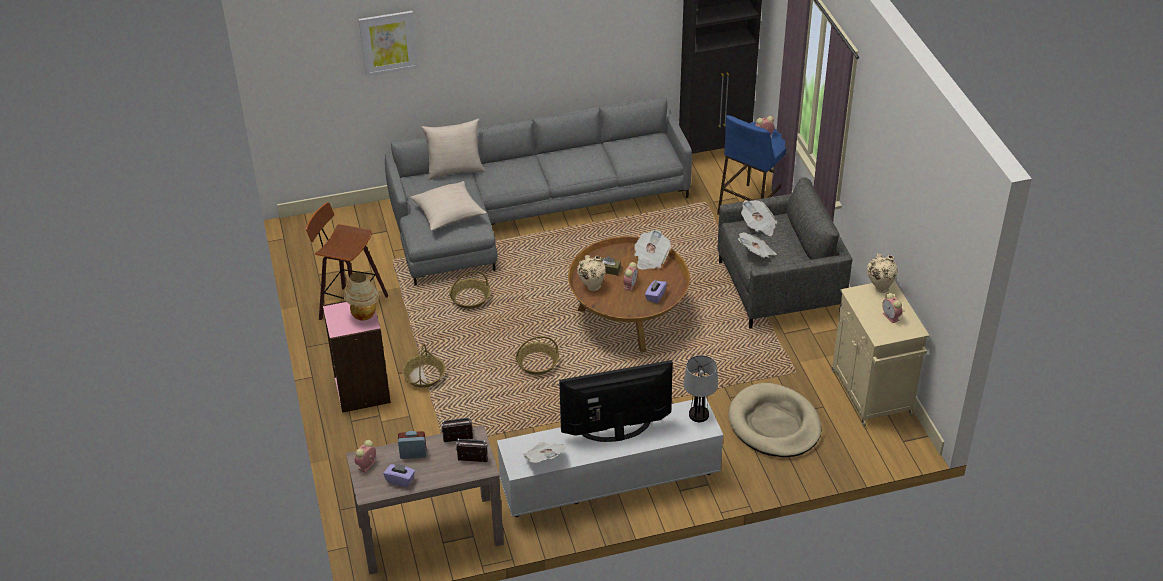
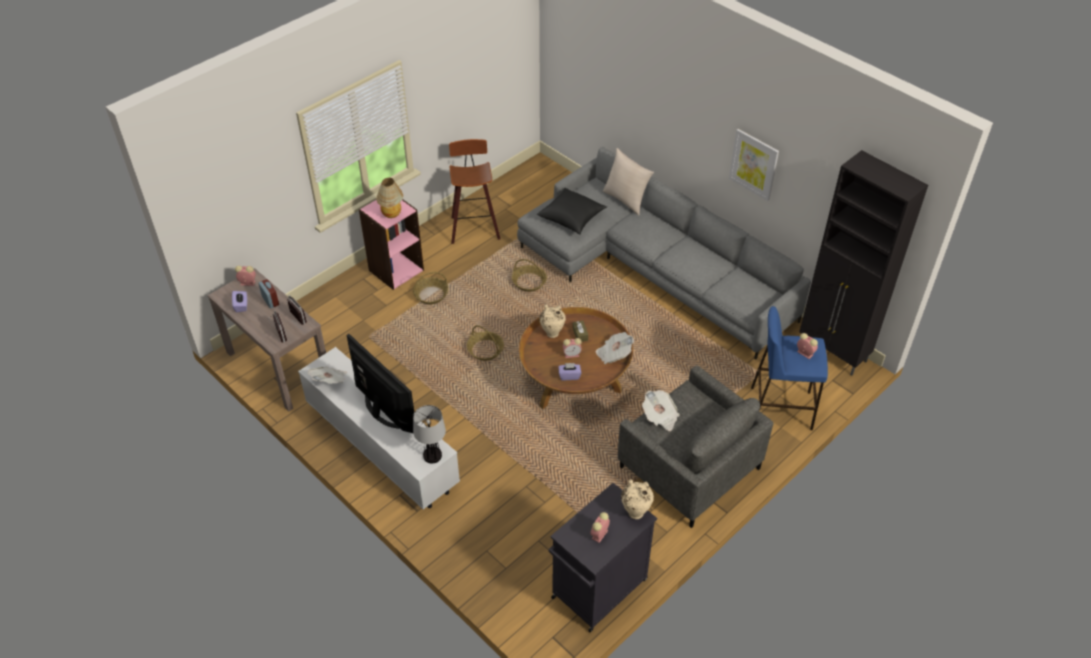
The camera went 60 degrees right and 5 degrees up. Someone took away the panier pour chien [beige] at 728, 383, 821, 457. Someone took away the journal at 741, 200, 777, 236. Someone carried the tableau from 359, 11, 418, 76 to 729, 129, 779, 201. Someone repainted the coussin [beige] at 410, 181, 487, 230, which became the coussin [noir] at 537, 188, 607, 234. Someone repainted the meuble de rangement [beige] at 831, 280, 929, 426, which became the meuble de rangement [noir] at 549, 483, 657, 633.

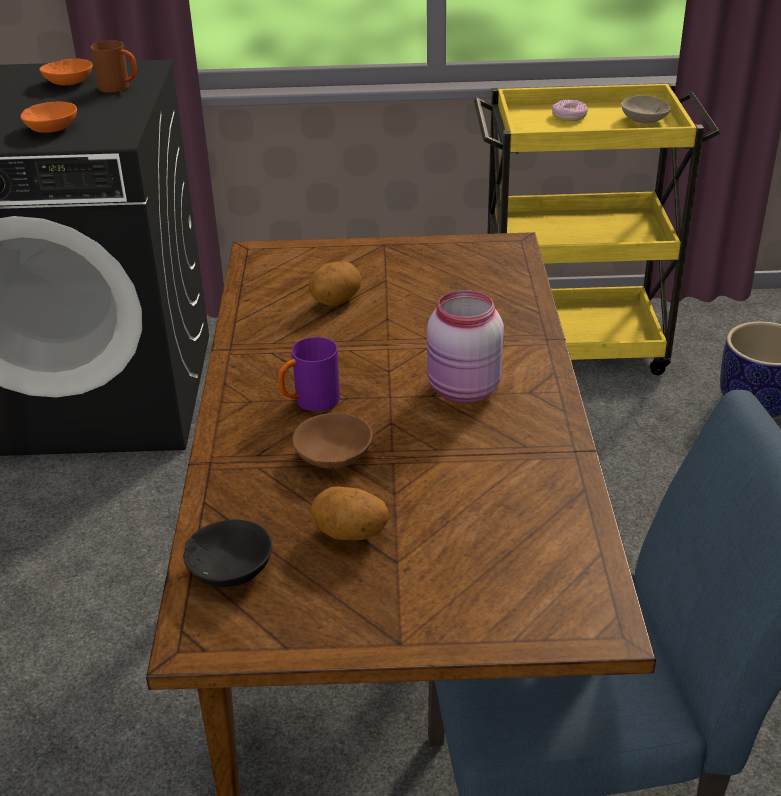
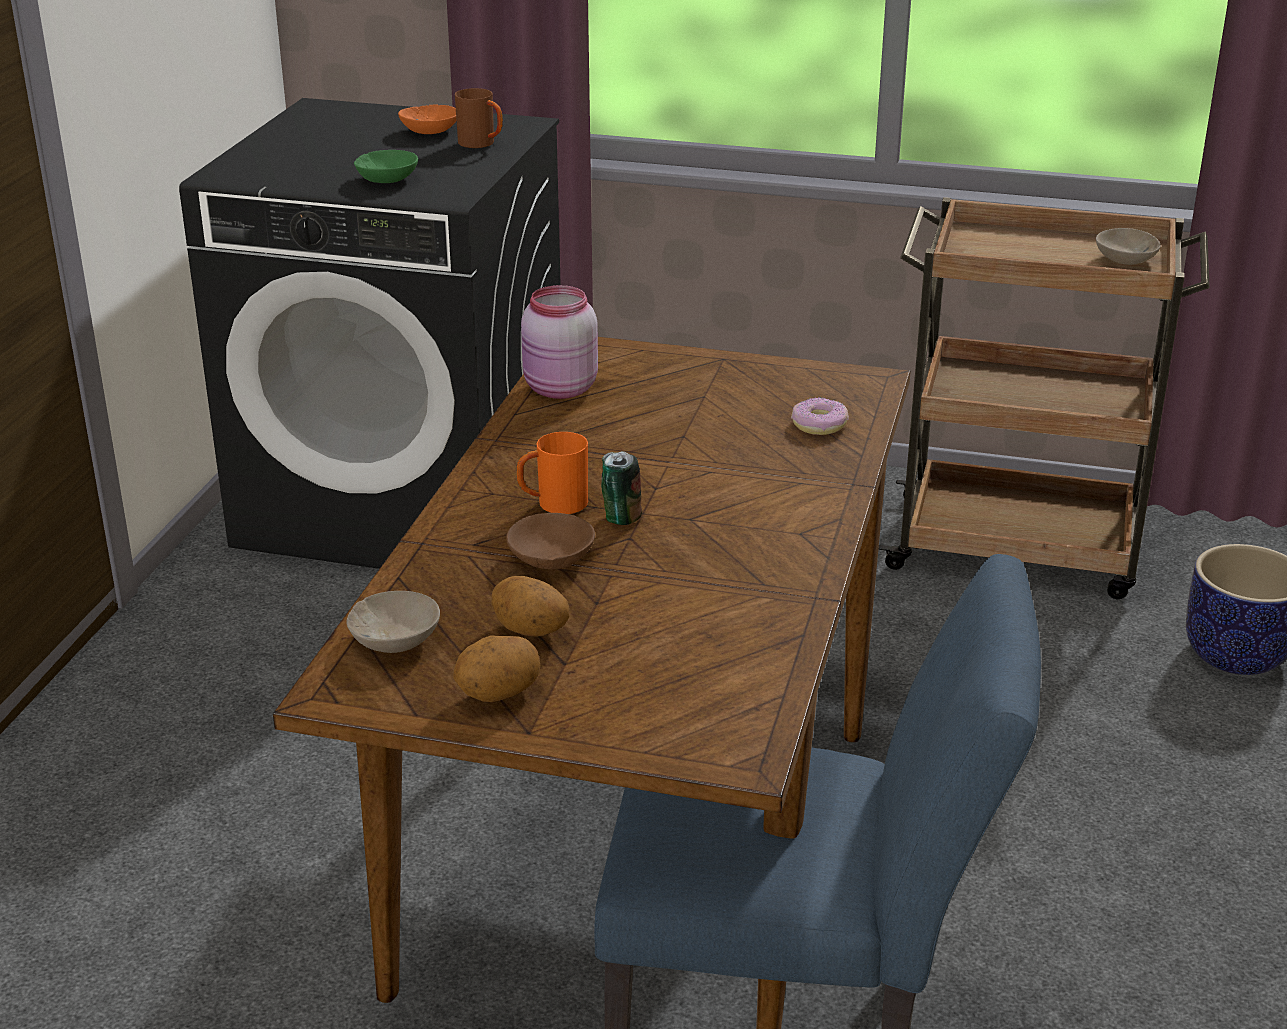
The camera went 15 degrees right and 5 degrees down. Someone put down the boîte métallique at 601, 451, 642, 525. Someone carried the pomme de terre from 309, 261, 361, 306 to 453, 635, 540, 702. Someone carried the bocal [rose] from 427, 290, 504, 403 to 521, 285, 598, 399. Someone carried the beignet from 552, 99, 588, 121 to 791, 397, 849, 435. Someone repainted the bol [orange] at 20, 102, 77, 133, which became the bol [vert] at 354, 150, 418, 183. Someone repainted the bol [noir] at 184, 520, 272, 587, which became the bol [beige] at 347, 591, 440, 653. Someone repainted the mug [violet] at 278, 337, 340, 411, which became the mug [orange] at 517, 432, 588, 514. Someone repainted the chariot [jaune] at 474, 83, 720, 375, which became the chariot [marron] at 878, 197, 1210, 599.

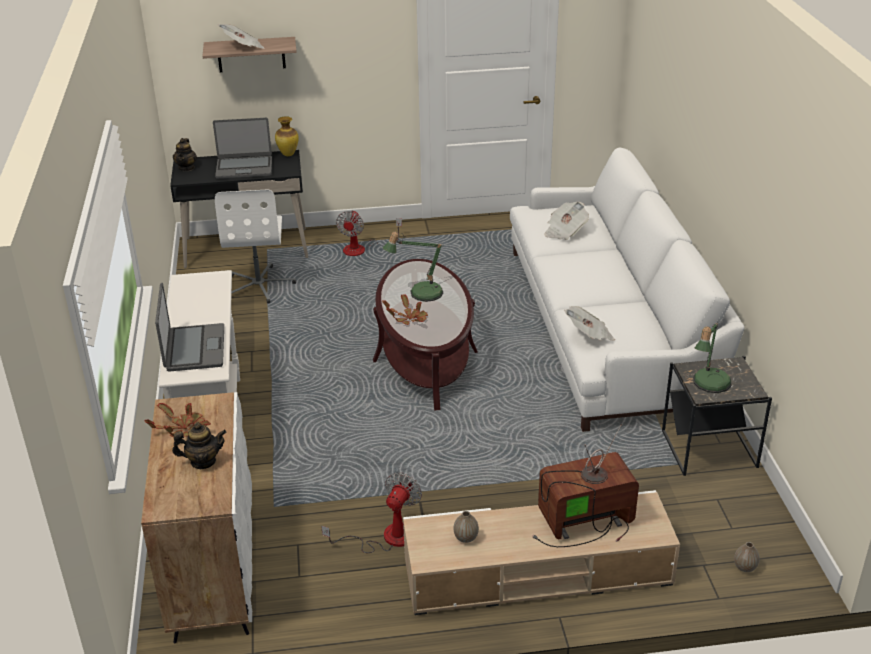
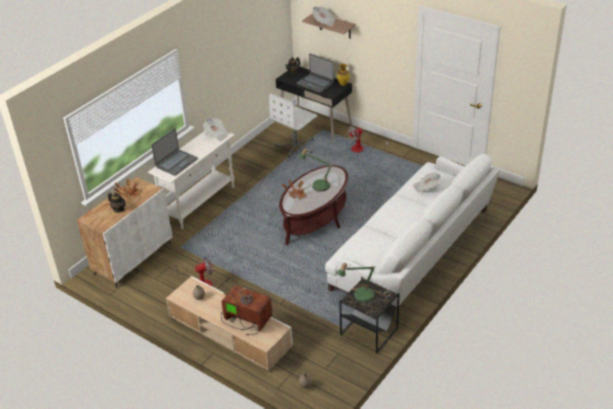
The camera went 45 degrees right and 5 degrees up. Someone carried the journal from 564, 306, 615, 341 to 203, 118, 229, 141.

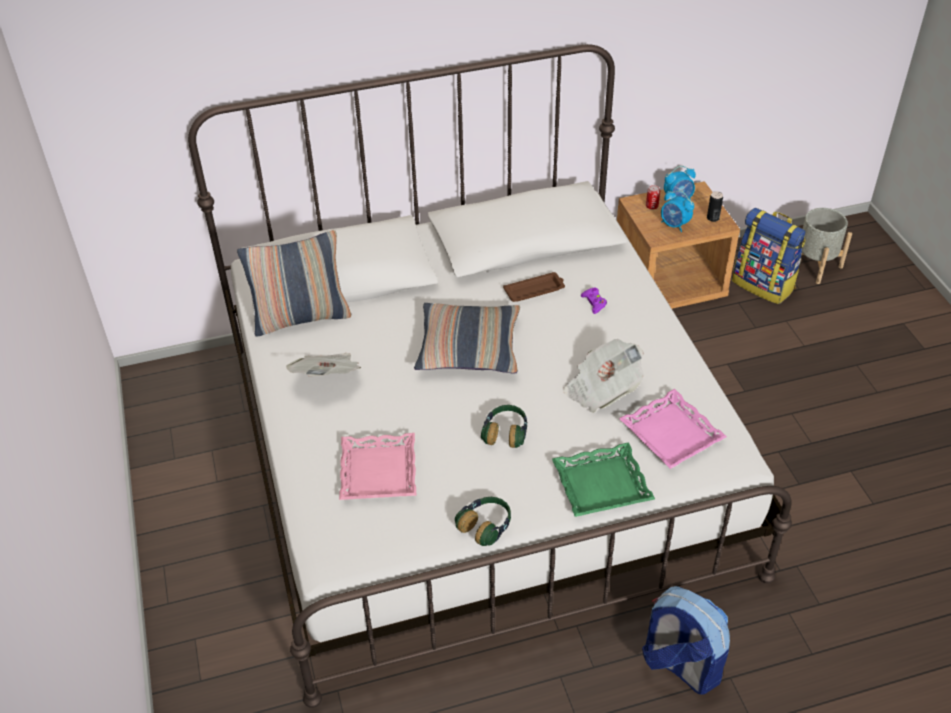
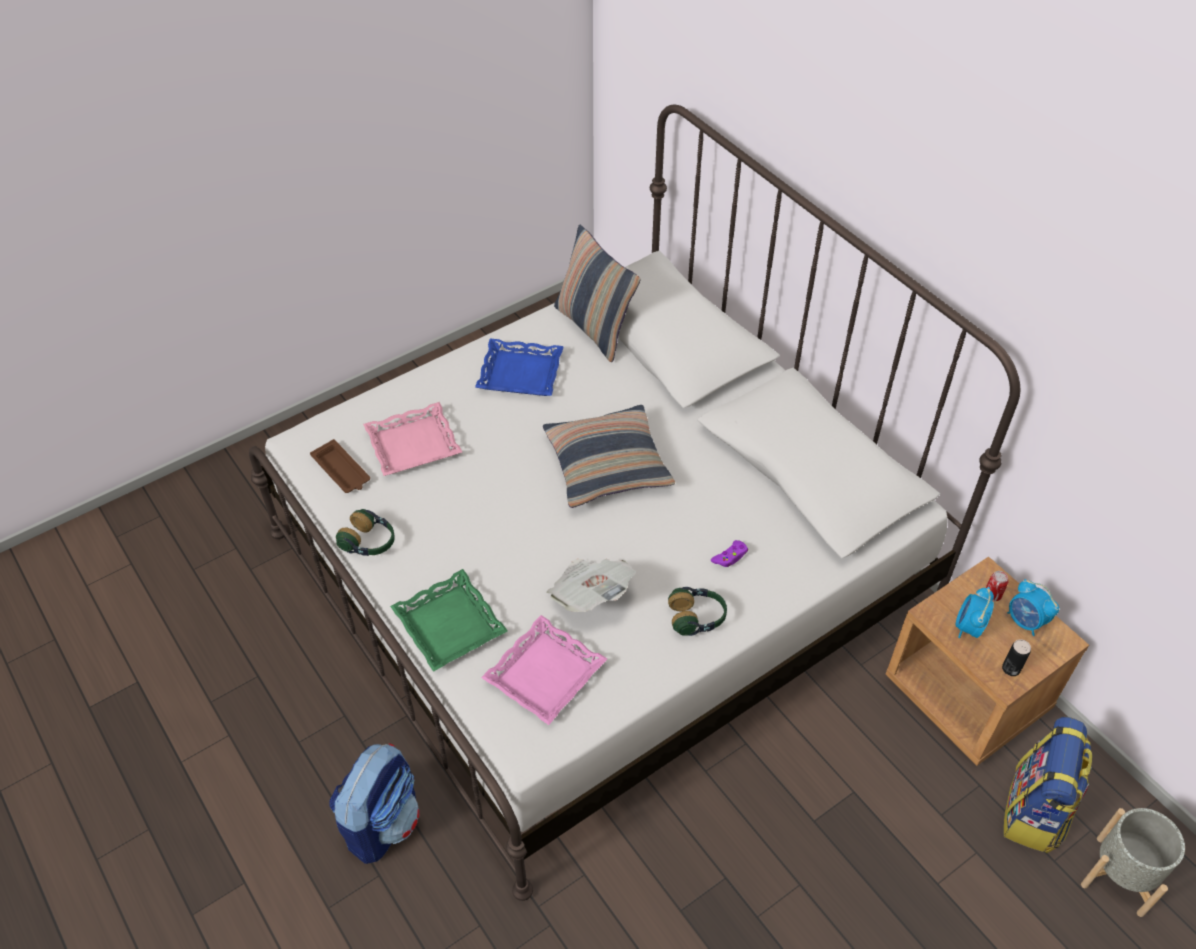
The camera went 70 degrees right and 5 degrees up. Someone carried the casque audio from 481, 405, 527, 448 to 668, 587, 727, 636. Someone carried the plateau [marron] from 503, 272, 565, 302 to 310, 439, 370, 493. Someone swapped the journal at 286, 353, 361, 377 for the plateau [bleu] at 475, 338, 564, 396.

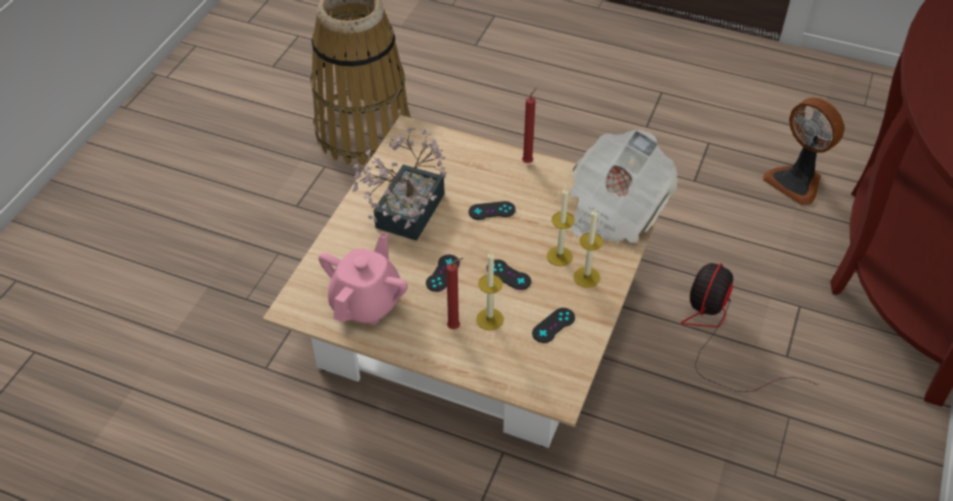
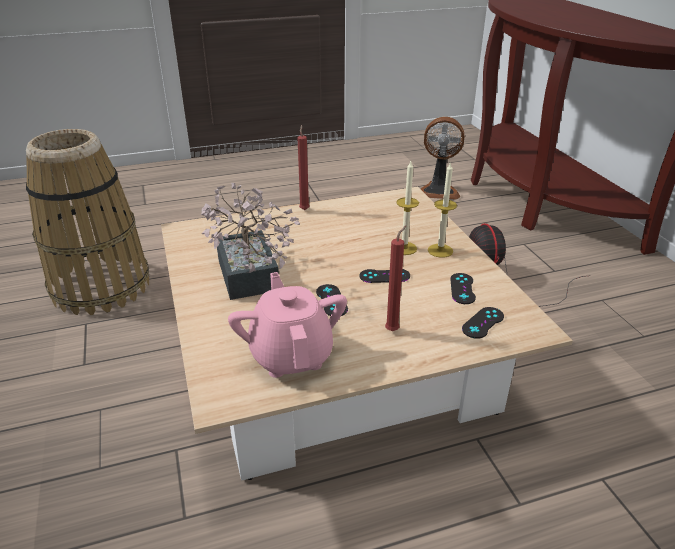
The camera went 40 degrees left and 15 degrees down. Someone took away the bougie at 476, 252, 504, 330. Someone took away the journal at 569, 130, 678, 243. Someone carried the manette [noir] from 468, 201, 516, 220 to 462, 307, 504, 339.

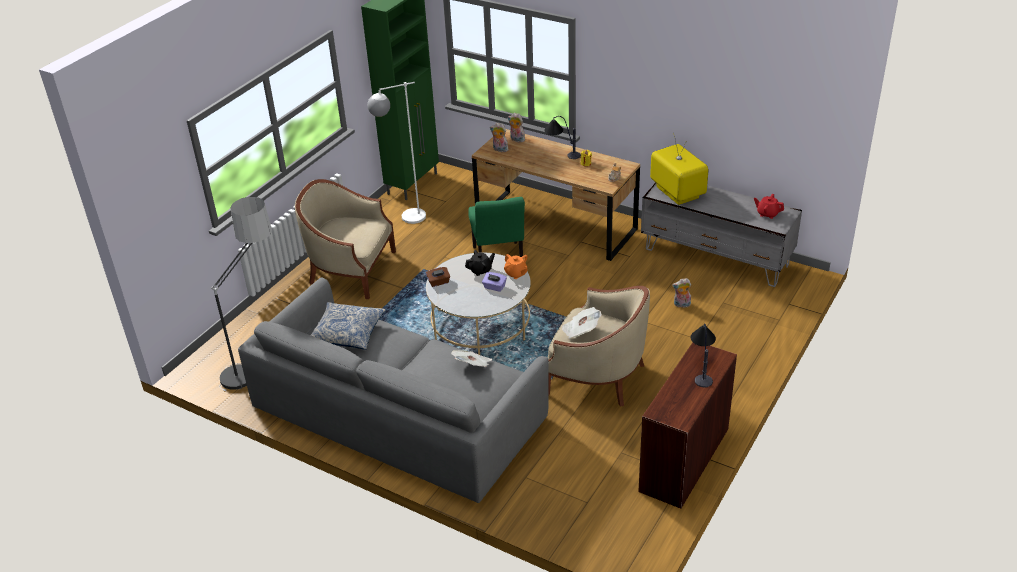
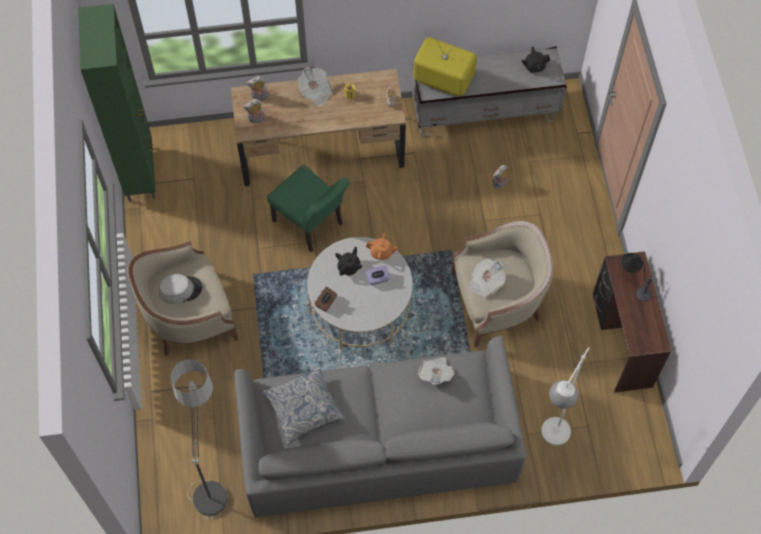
The camera went 40 degrees left and 25 degrees up. Someone put down the chapeau [gris] at 159, 274, 202, 304. Someone carried the lampadaire [blanc] from 367, 82, 426, 224 to 541, 347, 589, 446. Someone swapped the lampe de table at 544, 116, 581, 159 for the journal at 298, 67, 333, 107. Someone repainted the théière [rouge] at 754, 194, 784, 219, which became the théière [noir] at 521, 47, 550, 73.

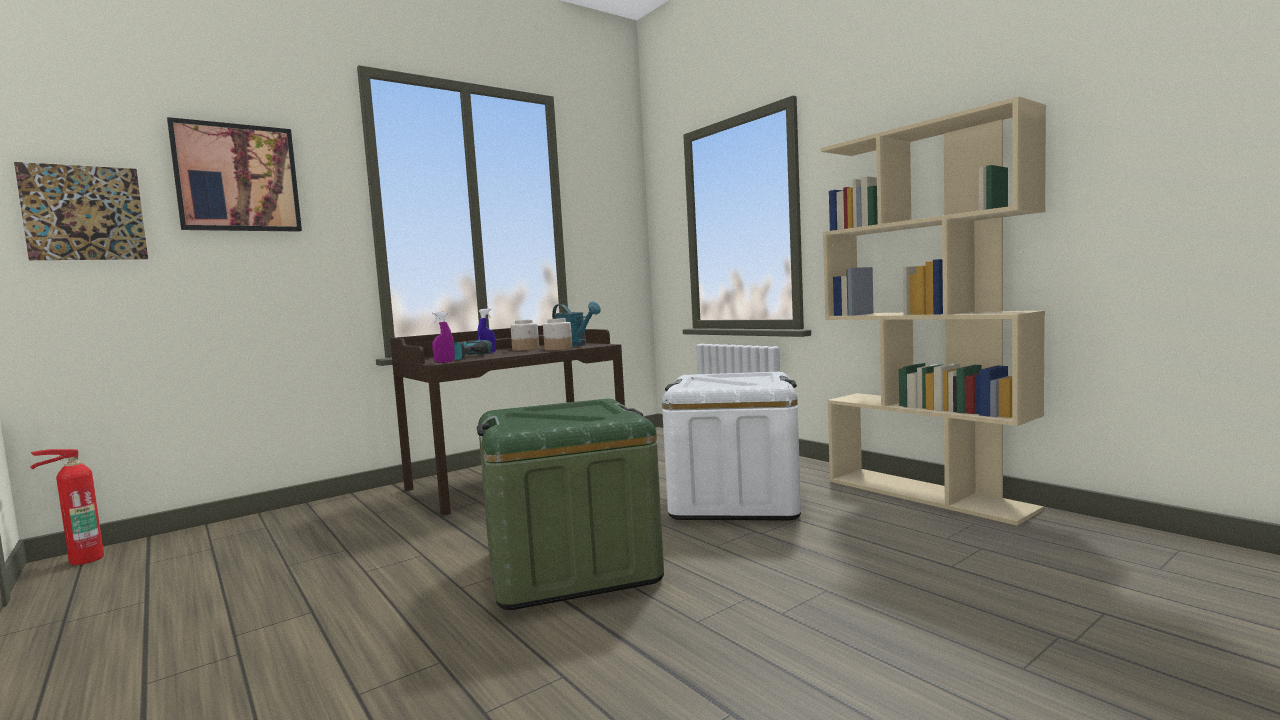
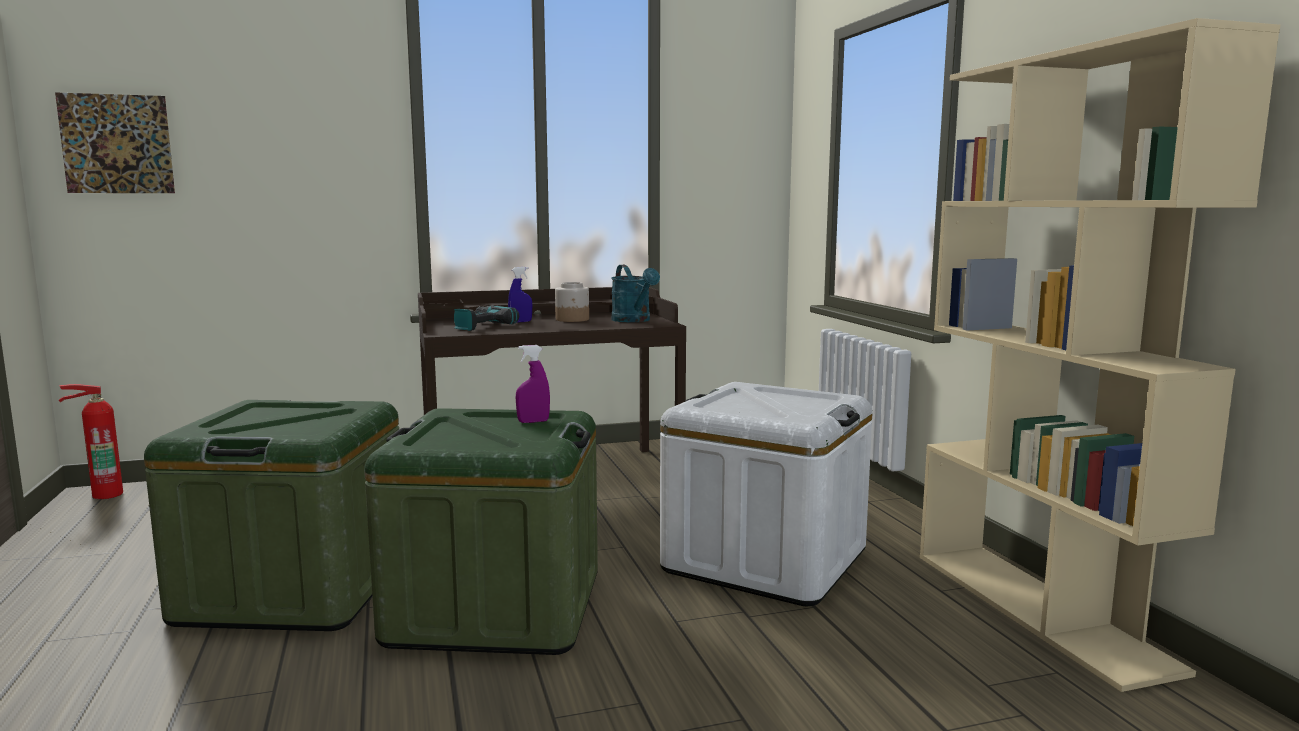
The camera went 20 degrees right and 5 degrees up. Someone took away the tableau at 167, 117, 302, 232. Someone took away the bocal at 543, 318, 572, 351. Someone put down the boîte de rangement [vert] at 144, 400, 399, 631. Someone carried the vaporisateur [violet] from 432, 312, 455, 363 to 516, 345, 550, 423.

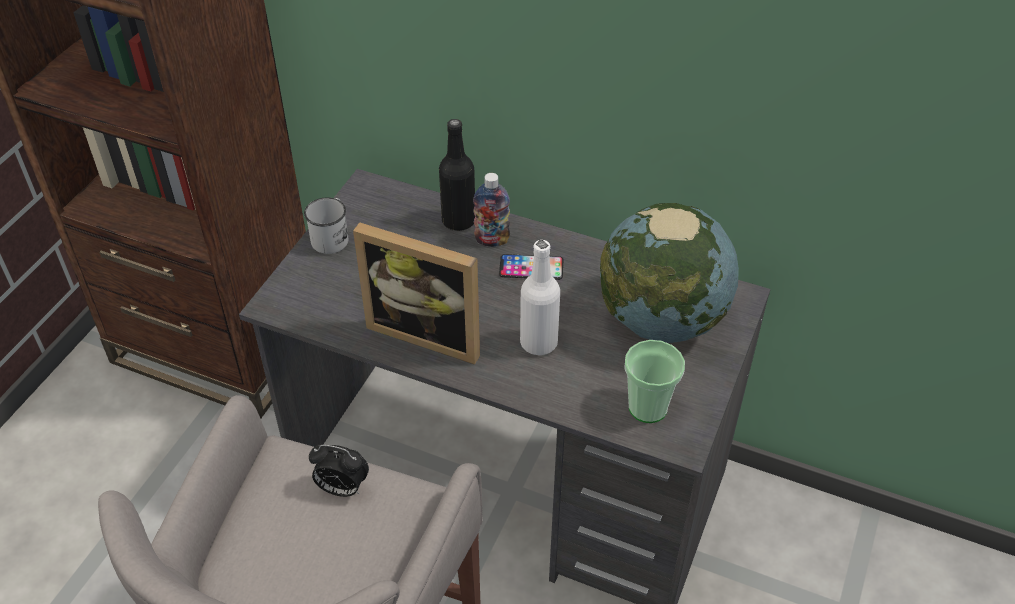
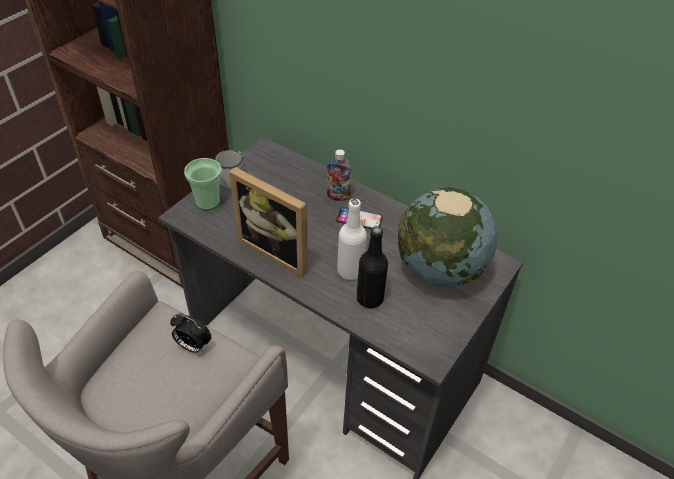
The camera went 10 degrees right and 0 degrees up. Someone carried the bouteille [noir] from 439, 119, 475, 231 to 356, 226, 388, 308. Someone carried the tasse from 624, 340, 685, 423 to 184, 158, 222, 210.

